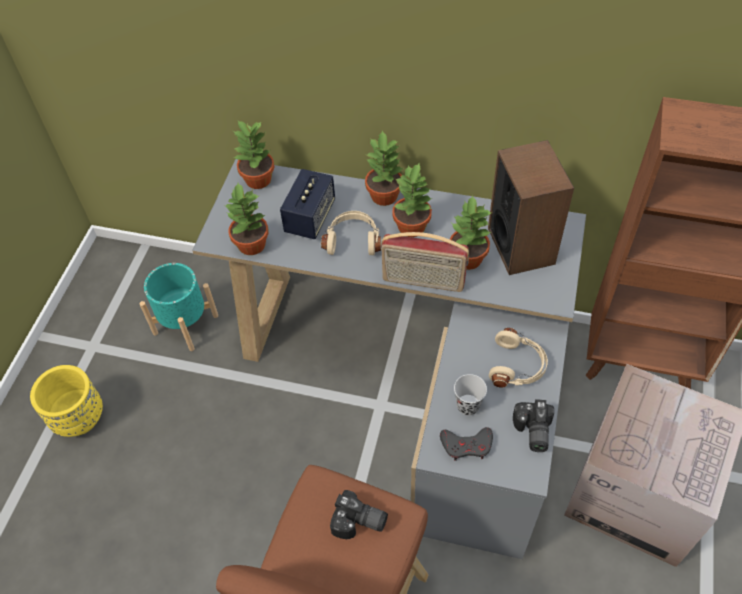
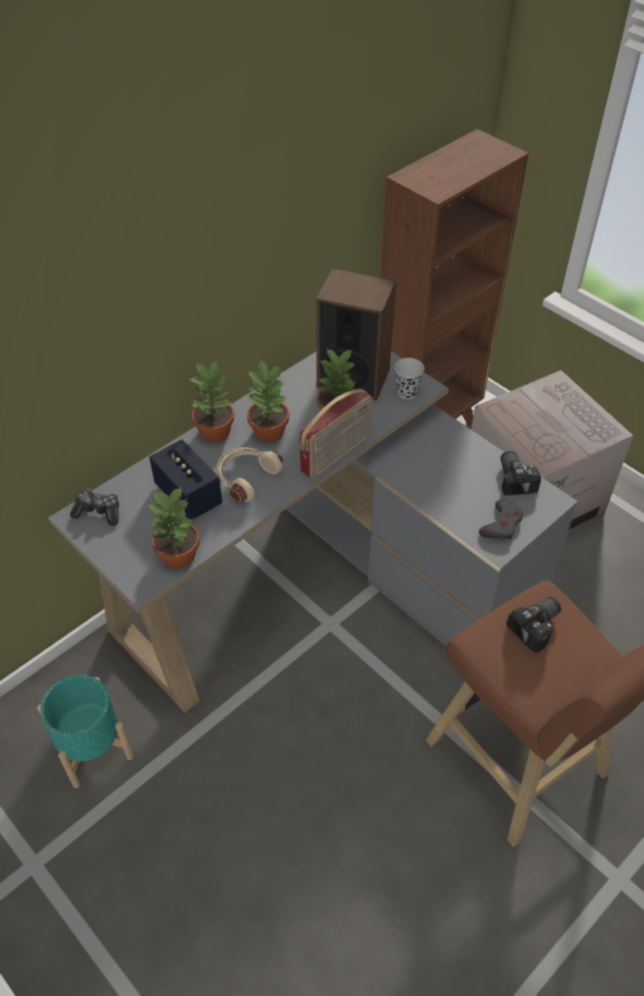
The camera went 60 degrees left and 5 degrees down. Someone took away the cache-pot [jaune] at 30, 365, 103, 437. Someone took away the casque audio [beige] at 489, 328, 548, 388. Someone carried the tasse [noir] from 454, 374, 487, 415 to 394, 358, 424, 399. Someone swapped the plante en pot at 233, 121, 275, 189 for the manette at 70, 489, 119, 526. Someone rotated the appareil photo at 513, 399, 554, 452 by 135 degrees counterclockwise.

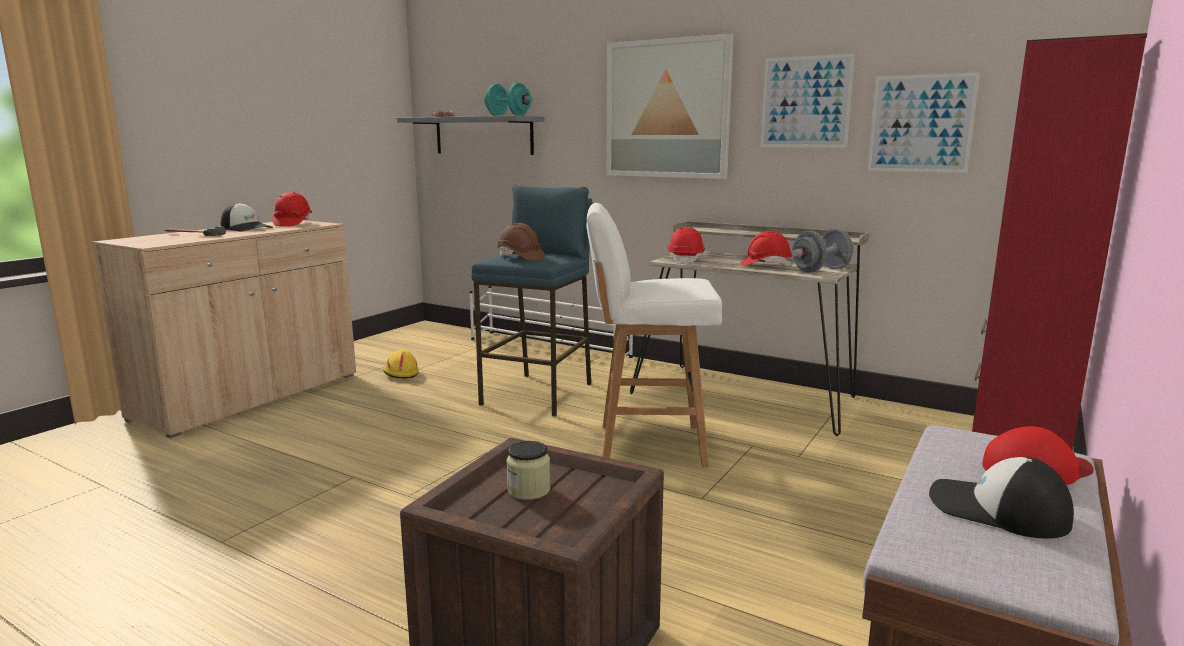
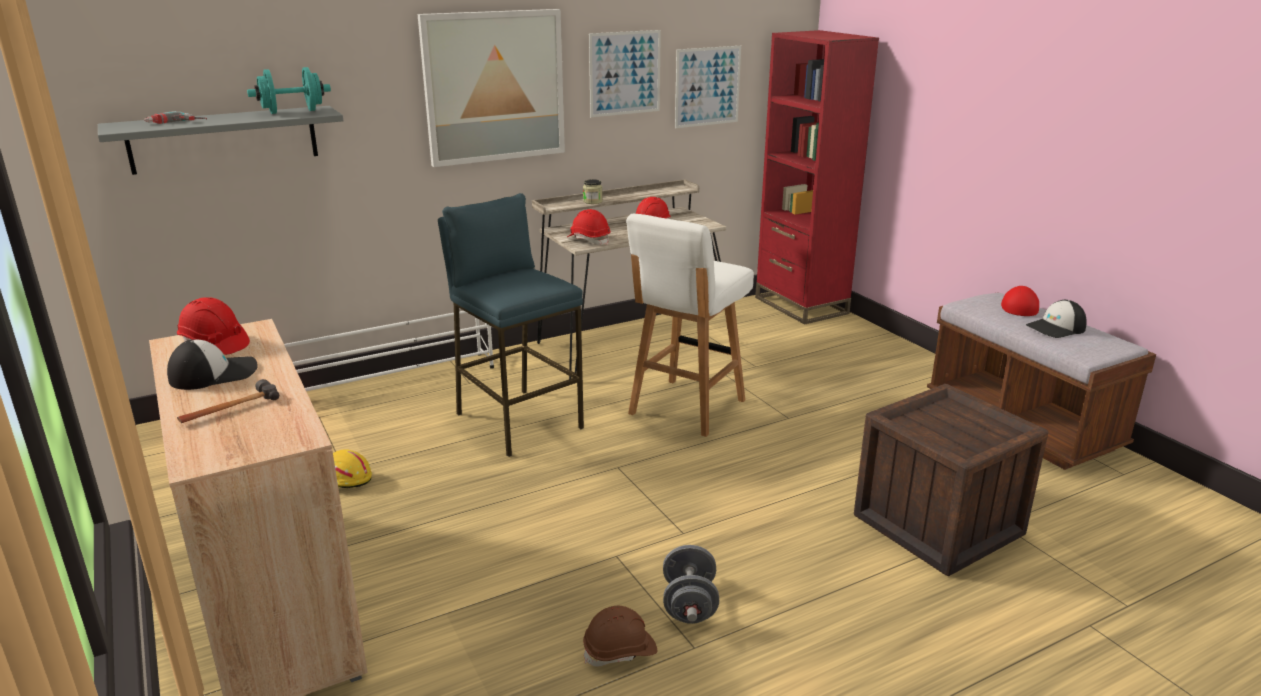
The camera went 60 degrees left and 10 degrees up. Someone carried the casque de chantier [marron] from 497, 223, 545, 261 to 583, 606, 657, 666. Someone carried the bocal from 506, 441, 550, 500 to 583, 179, 603, 204. Someone carried the haltère [gris] from 792, 229, 854, 273 to 663, 545, 719, 624.

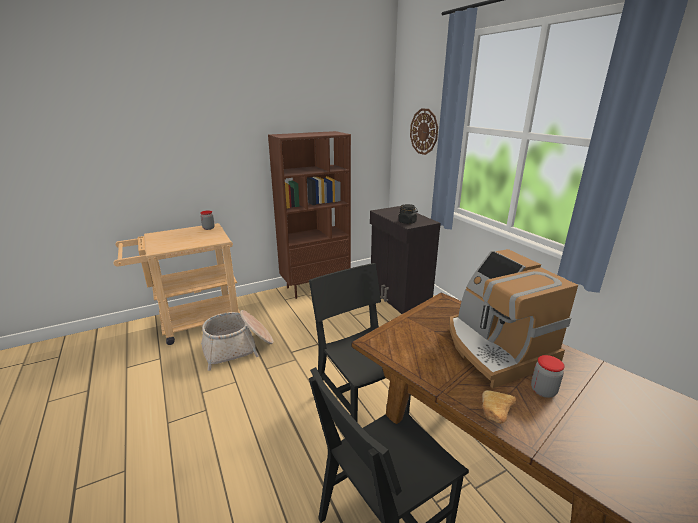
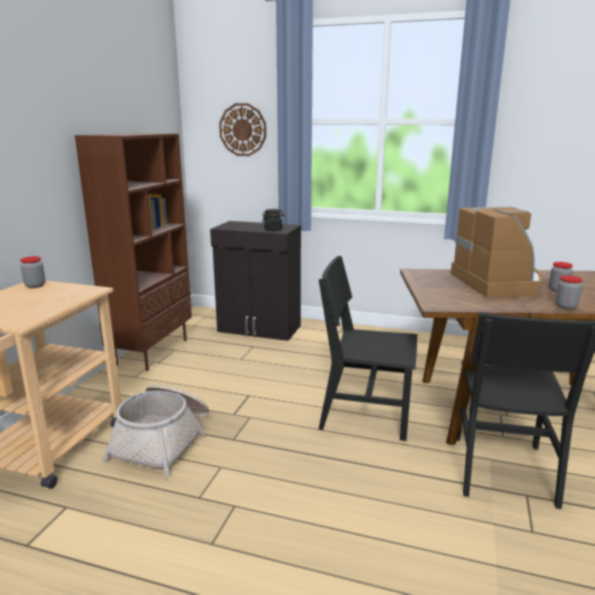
The camera went 45 degrees left and 5 degrees down. Someone swapped the pain at 482, 390, 517, 424 for the bocal at 556, 275, 582, 309. Someone rotated the machine à café at 449, 249, 578, 388 by 120 degrees counterclockwise.

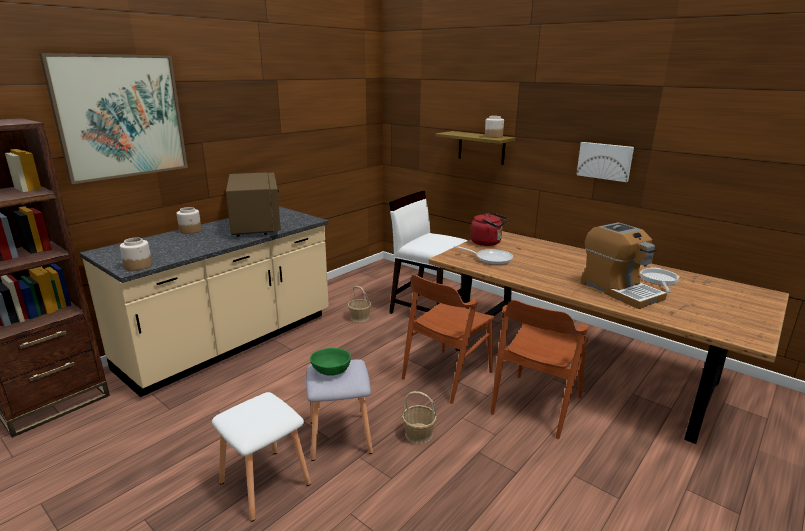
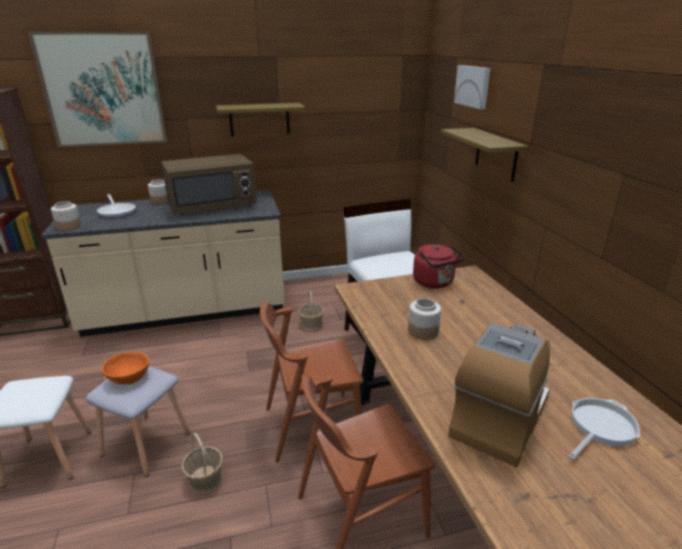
The camera went 35 degrees right and 5 degrees up. Someone put up the étagère at 216, 103, 305, 137. Someone carried the poêle from 453, 246, 513, 265 to 97, 194, 136, 218. Someone carried the bocal from 485, 116, 504, 138 to 408, 298, 441, 340. Someone carried the tableau from 577, 142, 634, 182 to 454, 65, 490, 109. Someone repainted the bol [vert] at 310, 348, 351, 376, which became the bol [orange] at 102, 352, 149, 385. Someone rotated the micro-ondes [marron] at 226, 172, 281, 237 by 45 degrees clockwise. Someone rotated the machine à café at 581, 222, 667, 309 by 150 degrees counterclockwise.

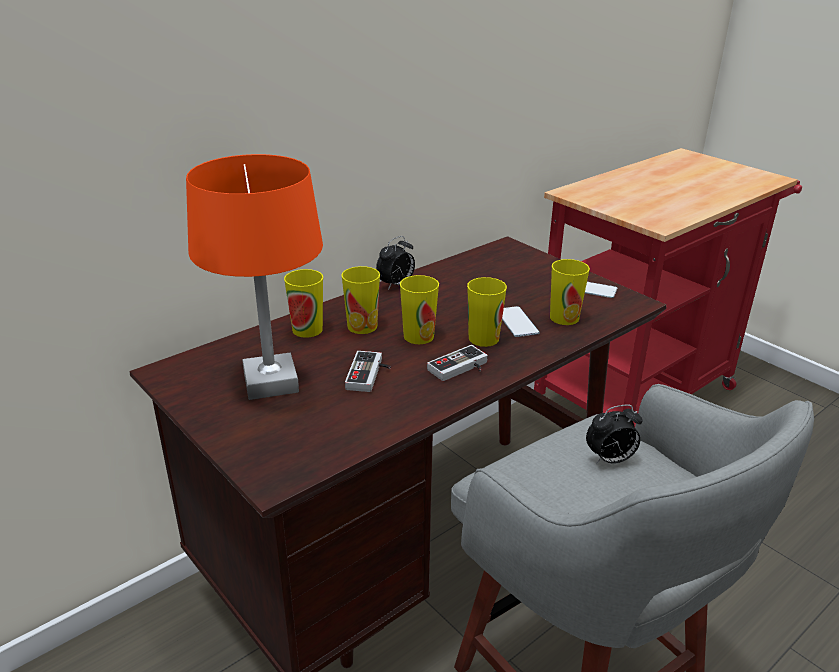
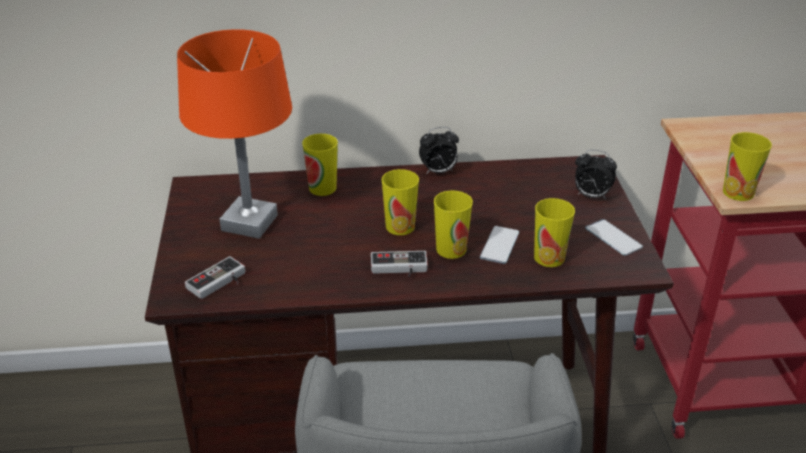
The camera went 35 degrees right and 5 degrees up. Someone carried the tasse from 341, 266, 380, 334 to 723, 132, 772, 201. Someone carried the manette from 345, 351, 391, 392 to 185, 256, 246, 299. Someone carried the réveil from 586, 405, 643, 464 to 575, 150, 617, 200.

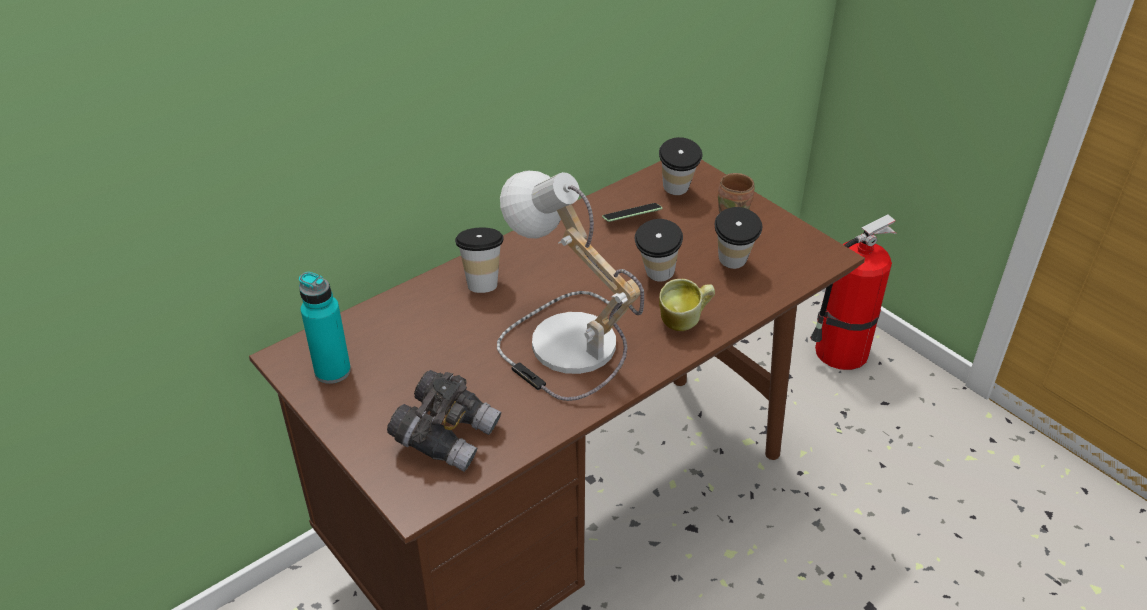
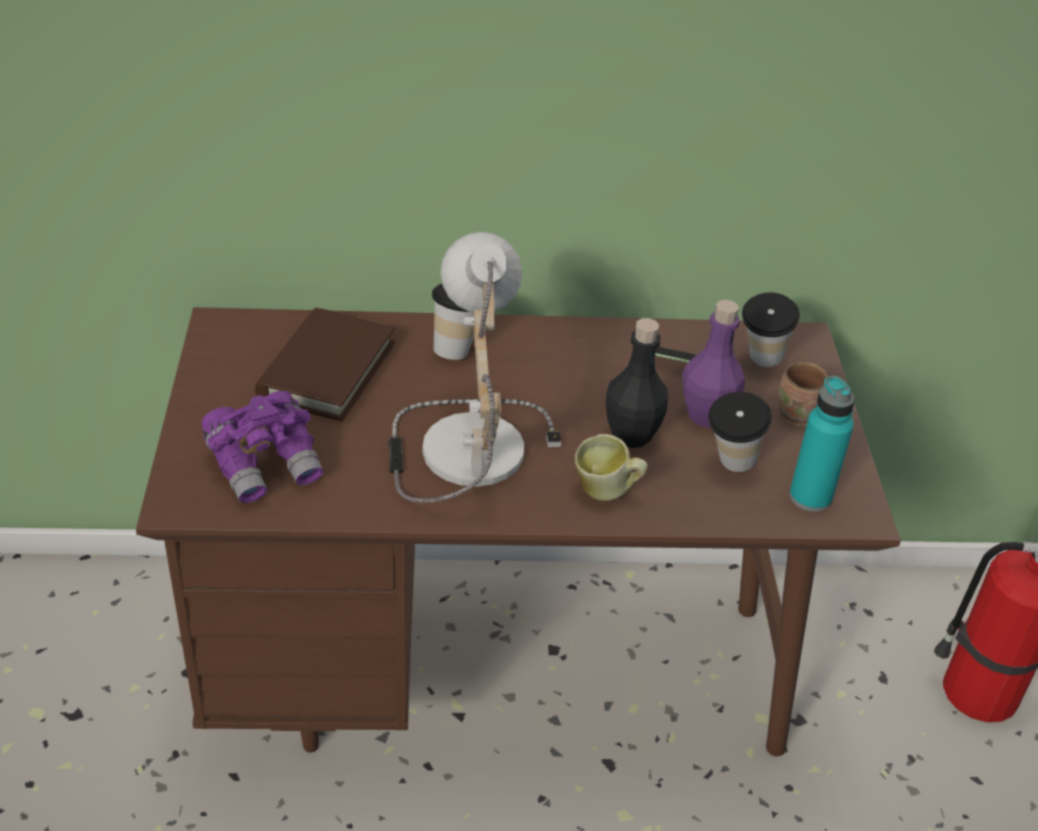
The camera went 35 degrees right and 0 degrees up. Someone put down the livre [marron] at 255, 308, 395, 421. Someone put down the bouteille [violet] at 682, 300, 745, 428. Someone carried the bouteille [turquoise] from 299, 272, 351, 384 to 789, 376, 854, 512. Someone swapped the tasse at 635, 219, 683, 281 for the bouteille [noir] at 606, 318, 668, 448. Someone repainted the jumelles [gris] at 387, 370, 501, 472, which became the jumelles [violet] at 201, 391, 324, 504.

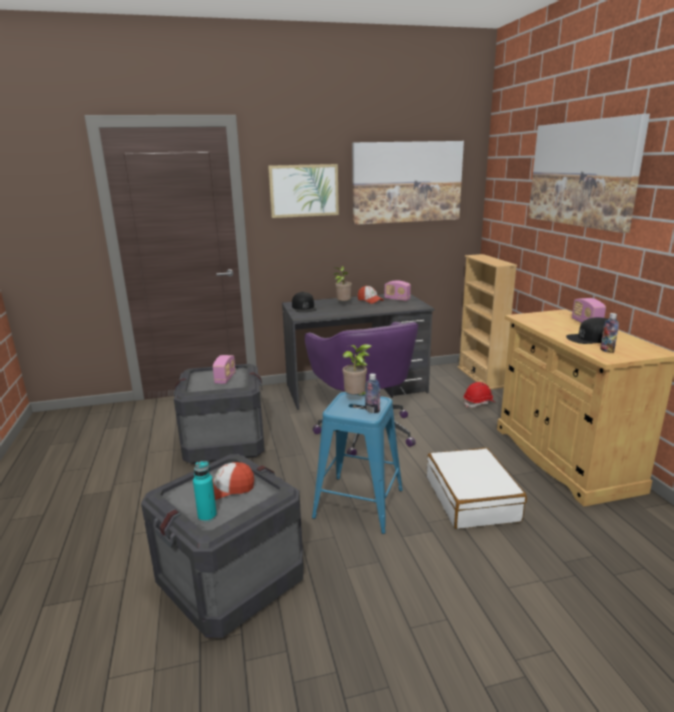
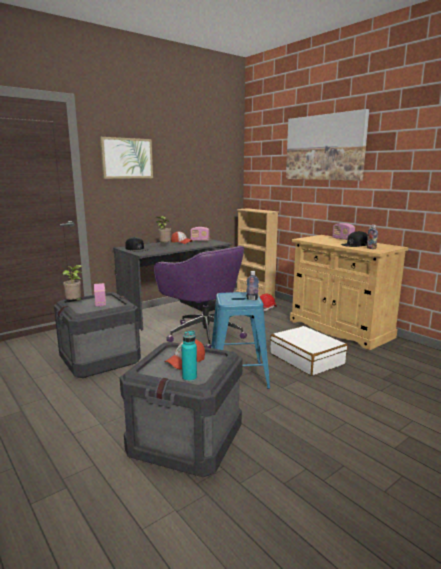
The camera went 25 degrees left and 5 degrees down. Someone took away the tableau at 352, 141, 464, 225. Someone carried the plante en pot from 342, 344, 371, 396 to 62, 265, 83, 300.

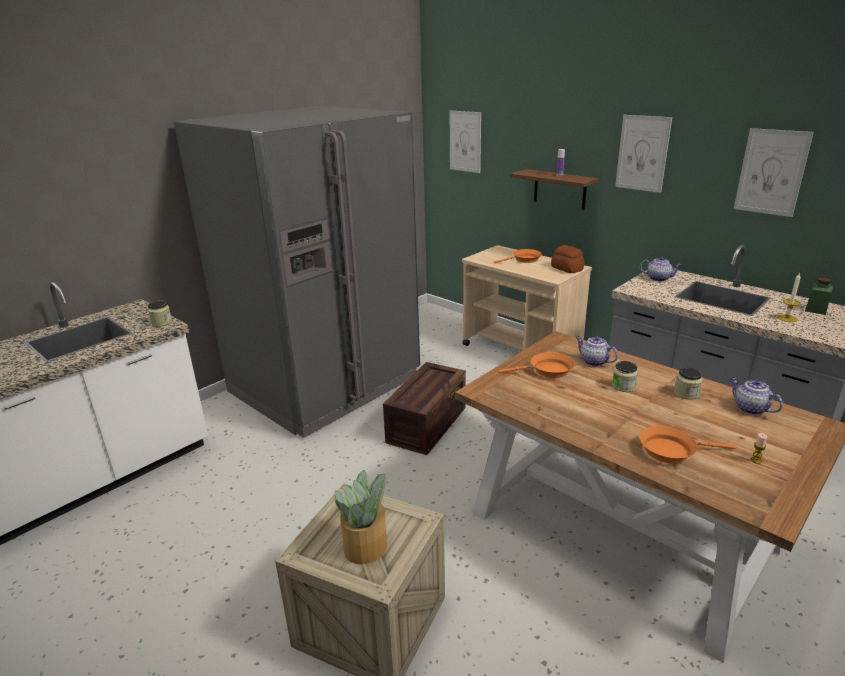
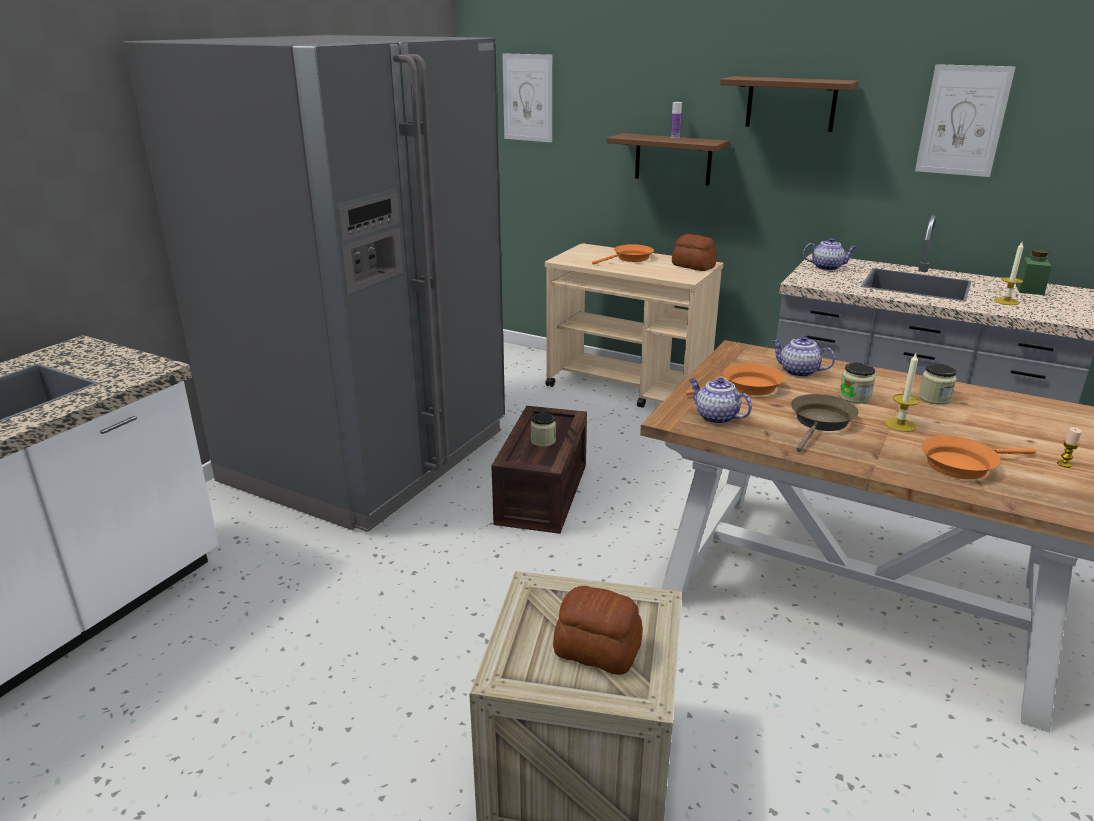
The camera went 15 degrees left and 0 degrees up. Someone put down the poêle [marron] at 791, 394, 858, 452. Someone put down the bougie at 885, 354, 920, 432. Someone carried the bocal from 148, 301, 172, 327 to 531, 413, 556, 447. Someone carried the théière from 730, 377, 783, 415 to 689, 378, 752, 424. Someone swapped the plante en pot at 335, 470, 387, 564 for the pain at 553, 586, 643, 675. Someone swapped the tableau at 615, 115, 672, 193 for the étagère [marron] at 720, 76, 859, 132.

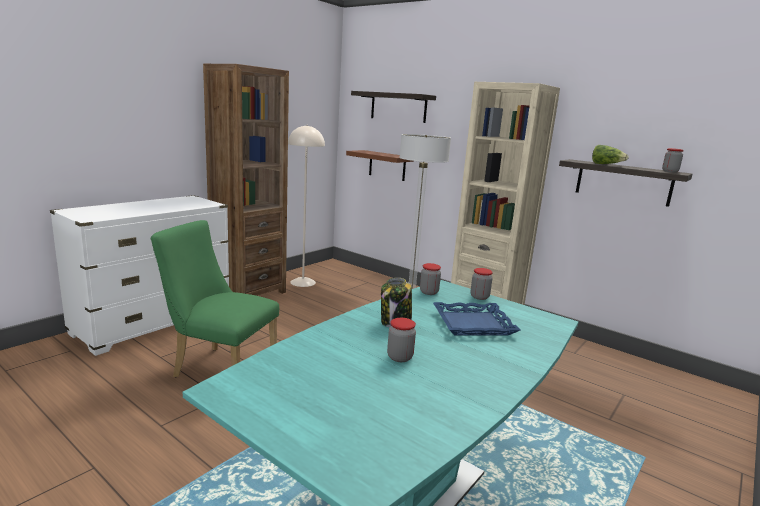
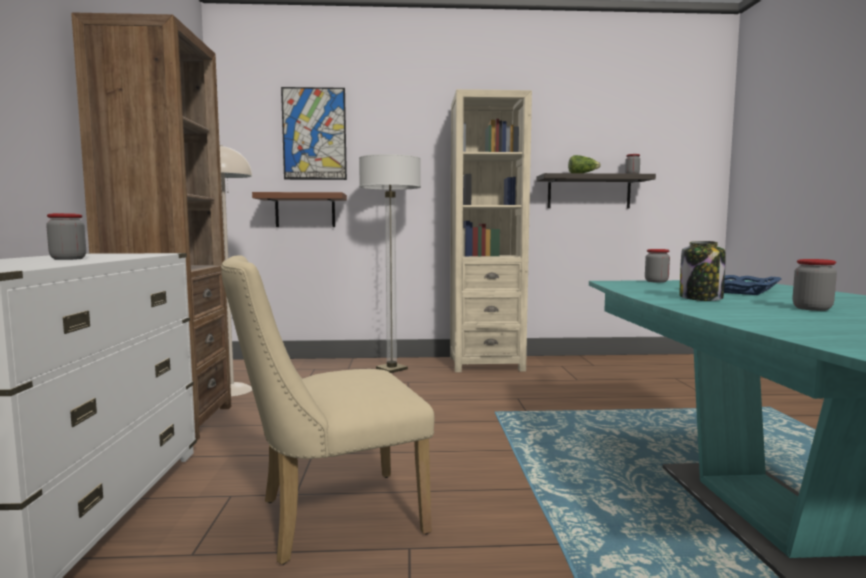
The camera went 40 degrees left and 10 degrees down. Someone carried the bocal from 420, 263, 441, 295 to 46, 213, 86, 260. Someone swapped the étagère at 351, 91, 436, 123 for the tableau at 281, 87, 347, 180. Someone repainted the chaise [vert] at 151, 220, 279, 377, which became the chaise [beige] at 221, 255, 435, 565.

